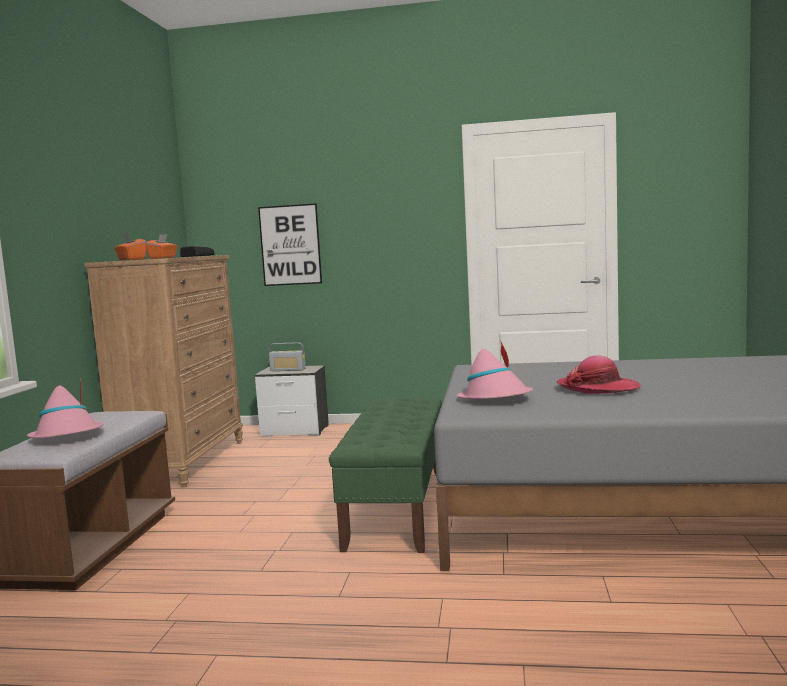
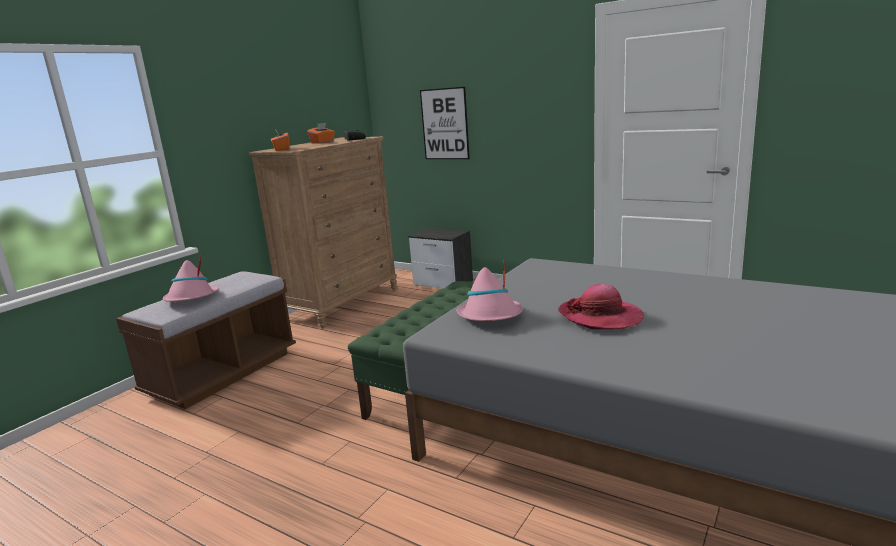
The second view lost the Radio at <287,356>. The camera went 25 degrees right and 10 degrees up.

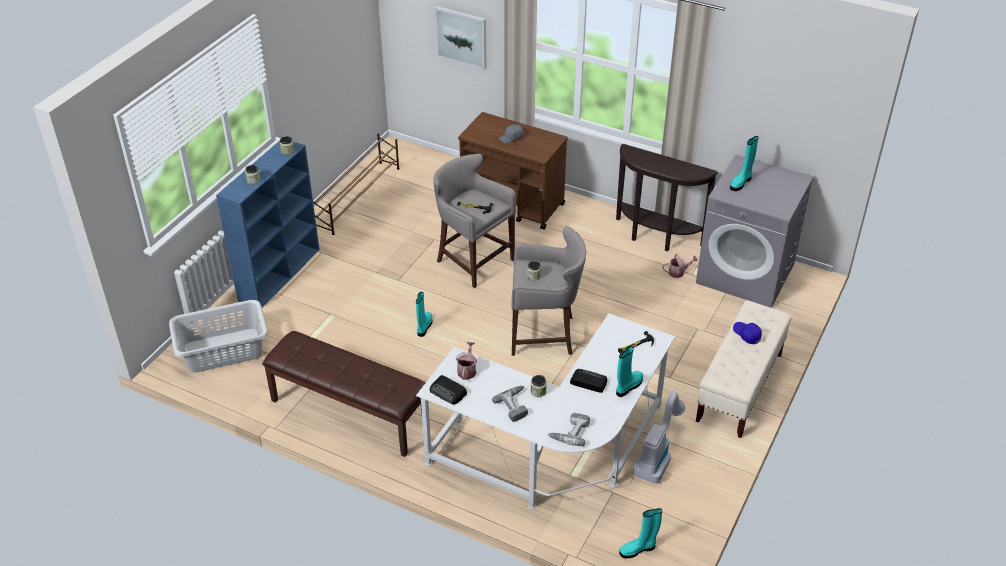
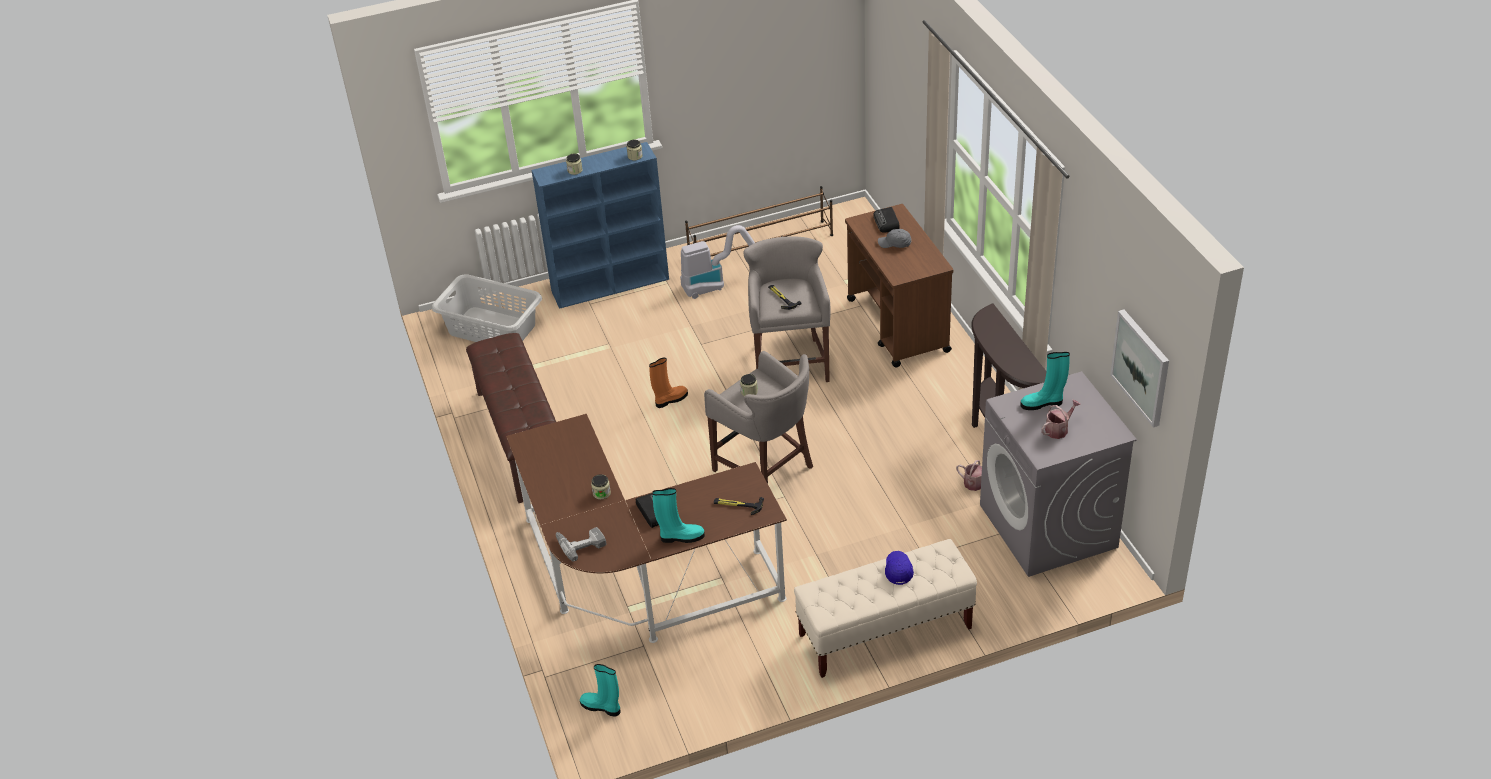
What was the Schreibtisch (weiß) at <545,411> turned into the Schreibtisch (braun) at <646,528>. What was the Stiefel (türkis) at <424,314> turned into the Stiefel (orange) at <668,382>. The Staubsauger ended up elsewhere, having gone from <659,438> to <717,262>. The Radio ended up elsewhere, having gone from <448,390> to <886,220>. The Gießkanne ended up elsewhere, having gone from <466,361> to <1061,419>. The Bild ended up elsewhere, having gone from <460,38> to <1139,368>. The second view lost the Bohrmaschine at <510,404>. The camera went 45 degrees right and 0 degrees up.

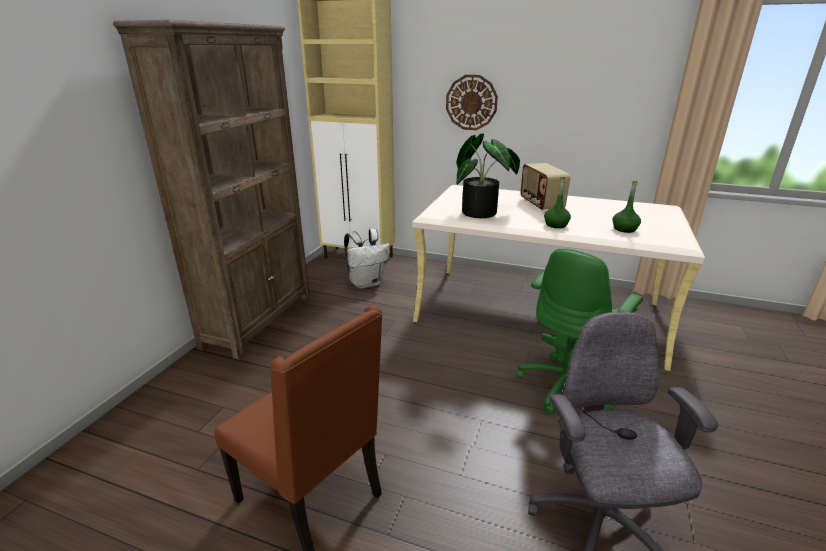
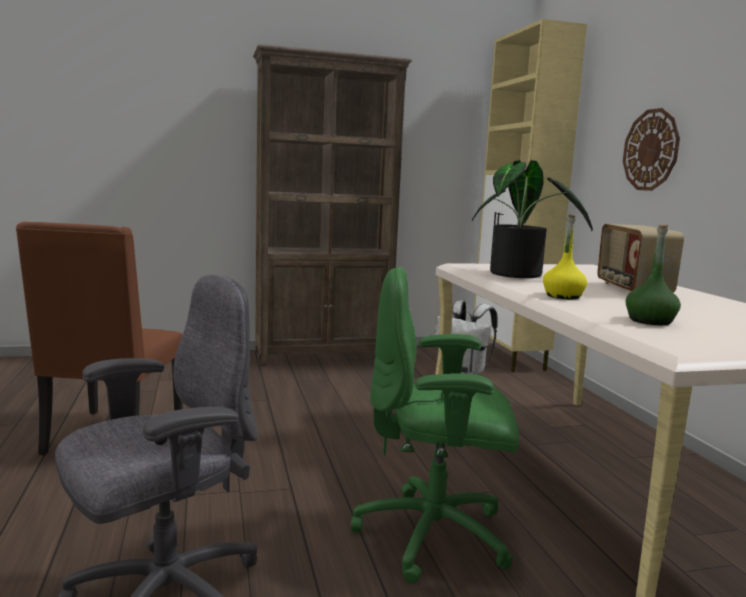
What was the Flasche (grün) at <557,202> turned into the Flasche (gelb) at <565,256>. The Radio at <545,187> ended up facing another way, 45 degrees counterclockwise from before. The camera went 55 degrees right and 15 degrees down.

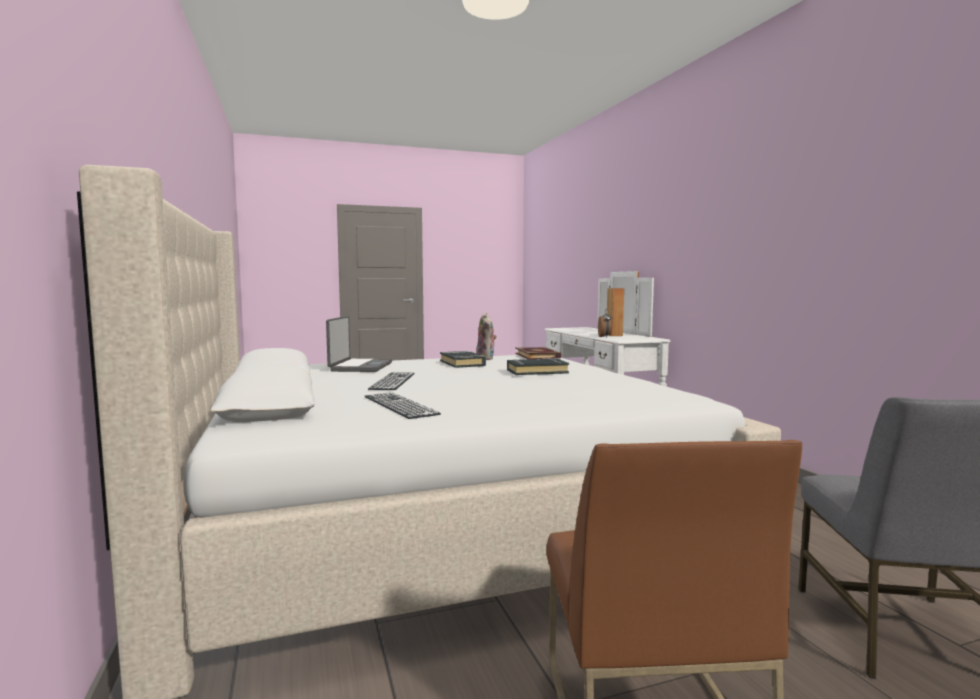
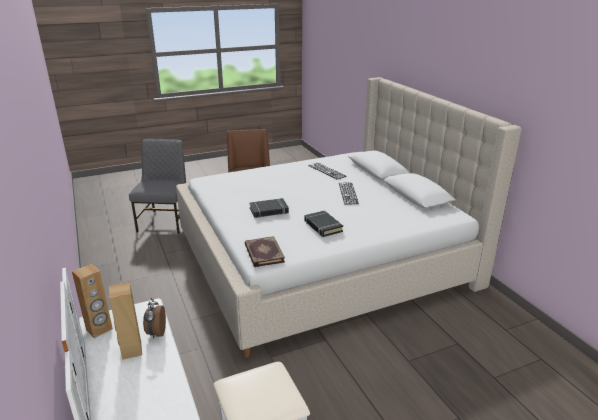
The second view gained the Lautsprecher (braun) at <92,301>. The second view lost the Laptop at <359,344>. The second view lost the Plüschtier at <486,336>. The camera went 175 degrees right and 20 degrees up.

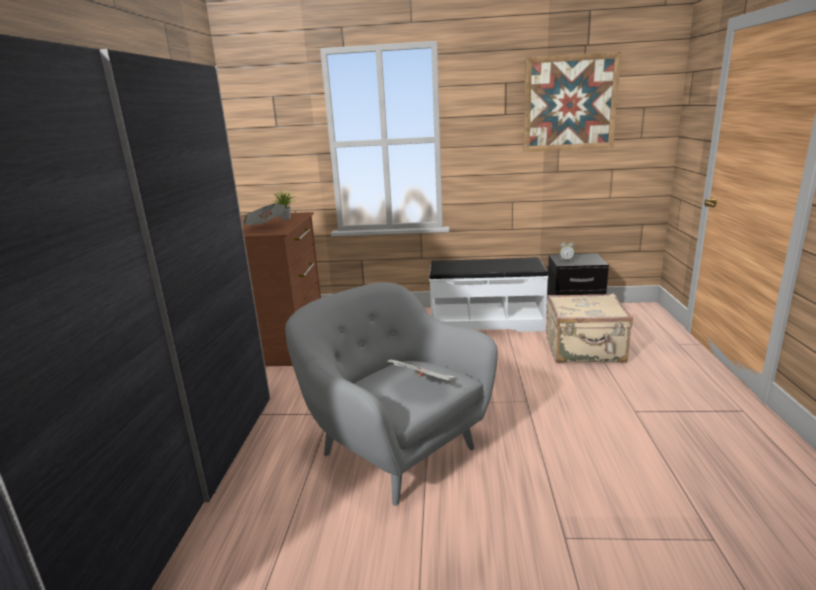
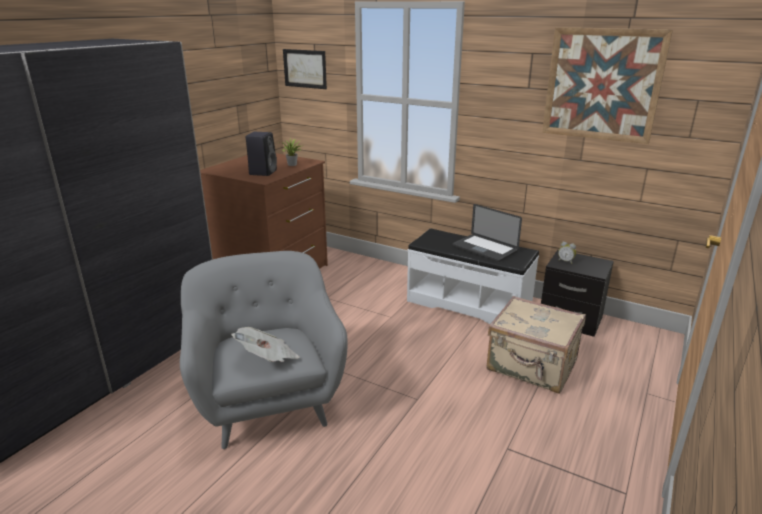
Where the Zeitung stood at <264,214>, the Lautsprecher (schwarz) came to stand at <261,154>. The second view gained the Bild at <305,69>. The second view gained the Laptop at <487,233>. The camera went 25 degrees right and 5 degrees up.

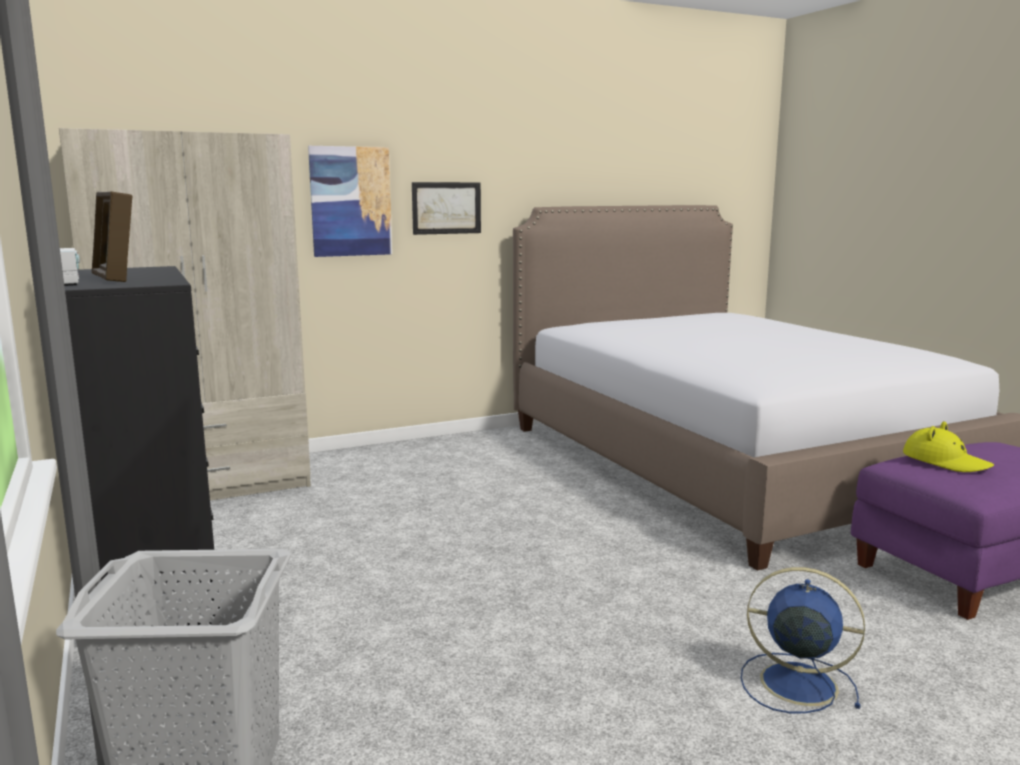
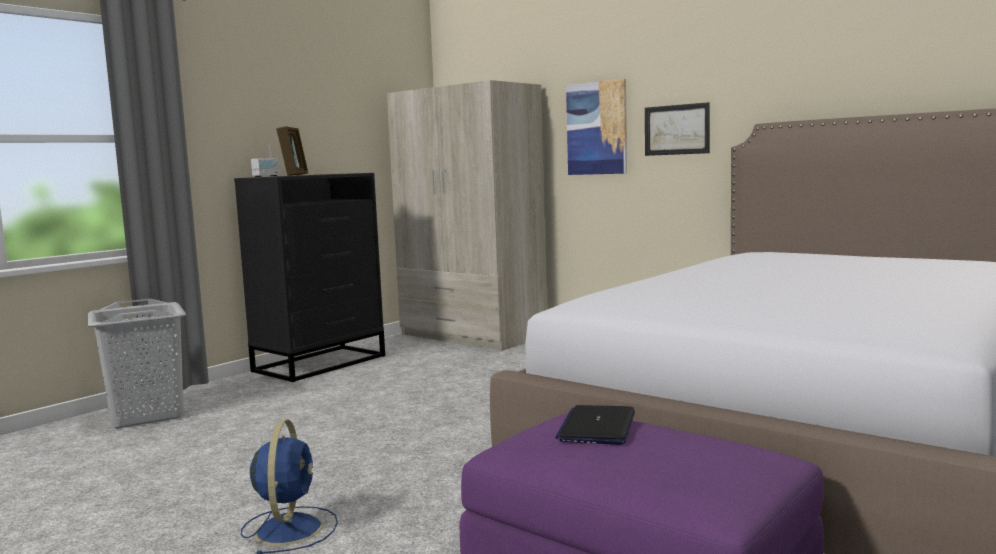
The Bilderrahmen at <111,237> ended up facing another way, 150 degrees clockwise from before. Where the Hut (gelb) stood at <948,446>, the Laptop came to stand at <595,425>. The camera went 65 degrees right and 5 degrees down.

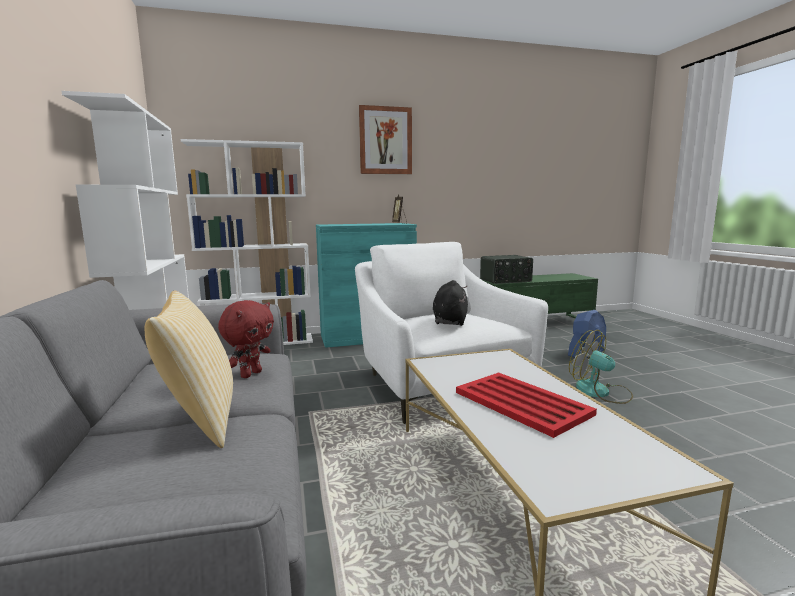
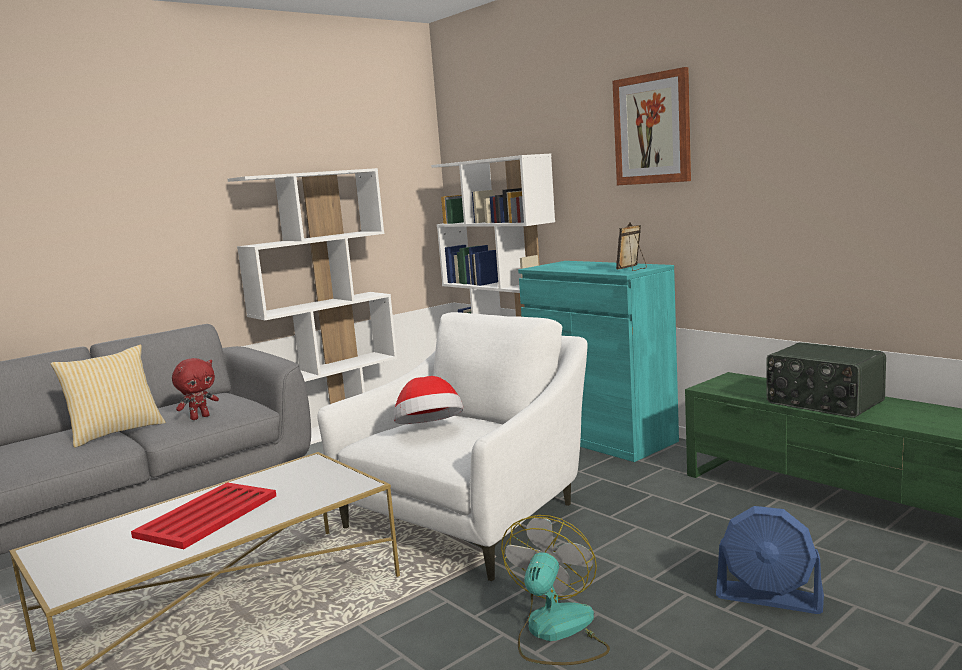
The Plüschtier (rot) at <246,339> ended up facing another way, 45 degrees counterclockwise from before. Where the Plüschtier (schwarz) stood at <450,303>, the Hut came to stand at <429,400>. The camera went 65 degrees right and 0 degrees up.

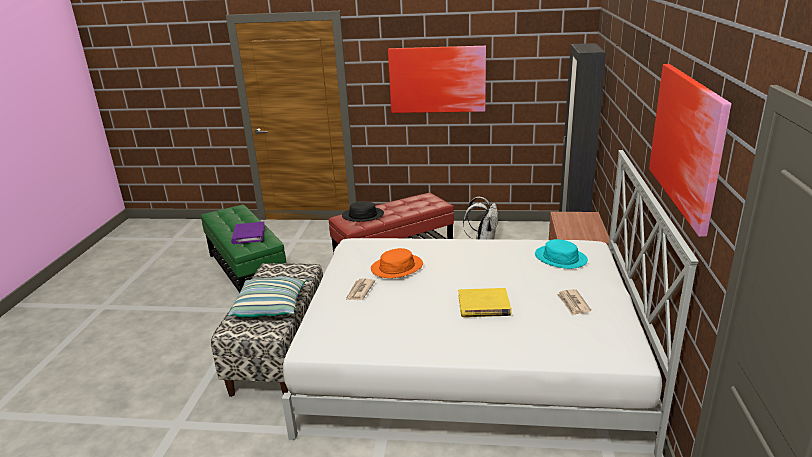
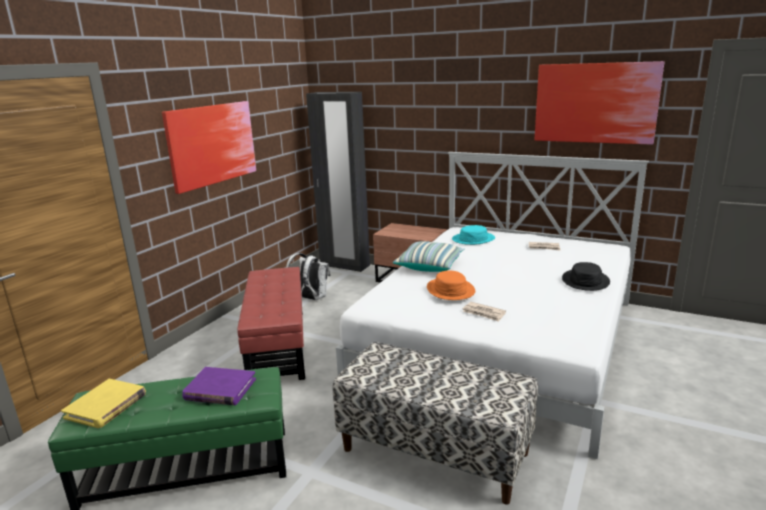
The Buch (gelb) ended up elsewhere, having gone from <485,302> to <103,403>. The Kissen ended up elsewhere, having gone from <267,297> to <428,256>. The Hut (schwarz) ended up elsewhere, having gone from <363,211> to <586,276>. The camera went 70 degrees left and 5 degrees down.

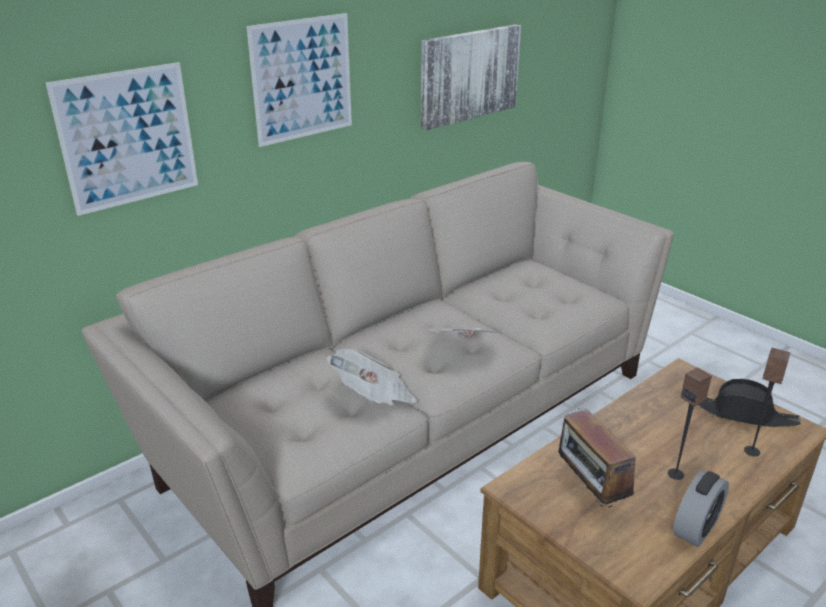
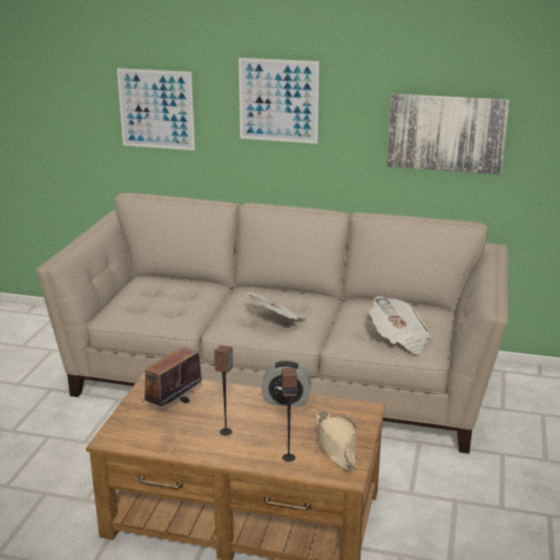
The Wecker ended up elsewhere, having gone from <701,508> to <286,383>. What was the Hut (schwarz) at <749,403> turned into the Hut (beige) at <336,441>. The Zeitung ended up elsewhere, having gone from <371,377> to <400,325>. The camera went 55 degrees right and 5 degrees down.

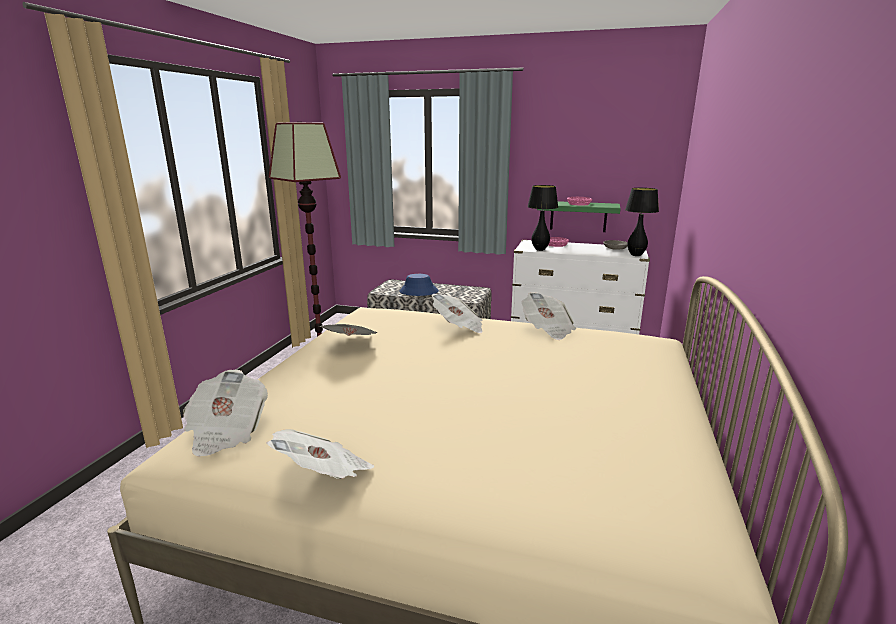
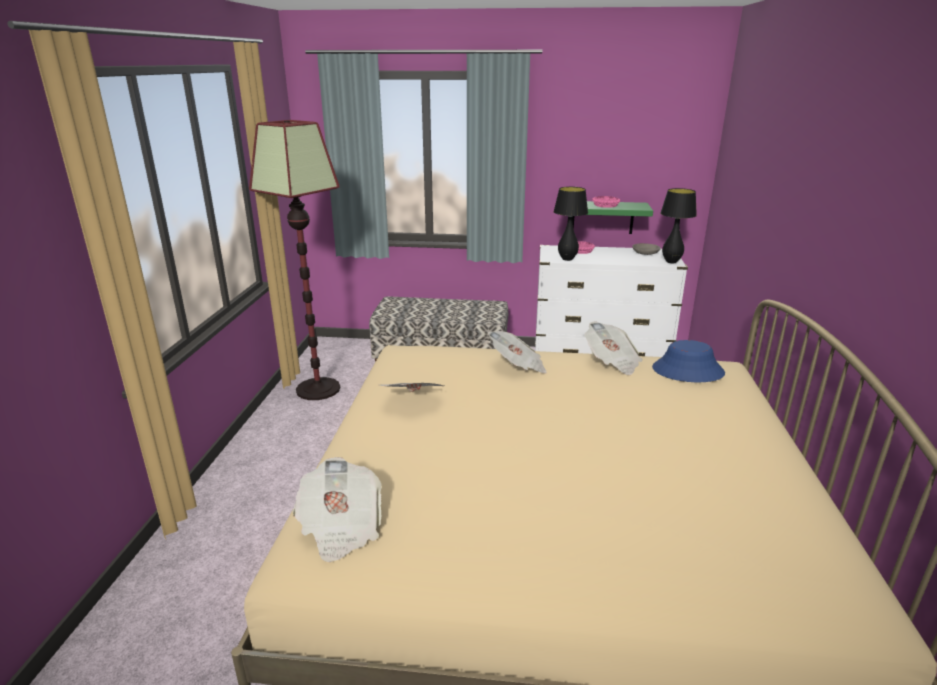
The Hut (blau) ended up elsewhere, having gone from <419,285> to <688,361>. The second view lost the Zeitung at <320,454>. The camera went 10 degrees left and 5 degrees up.

